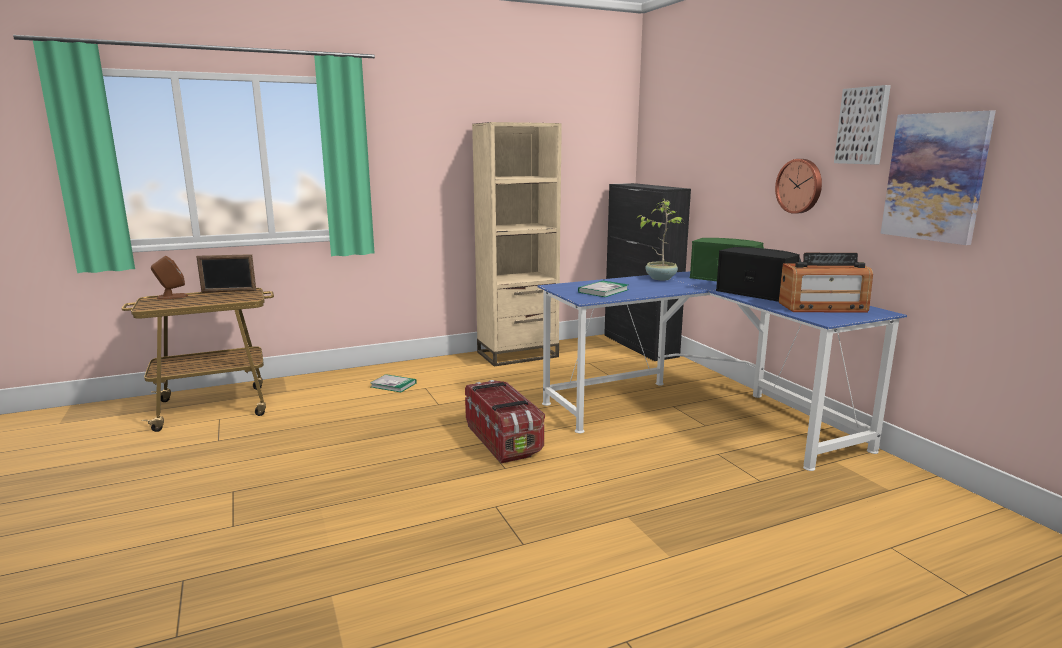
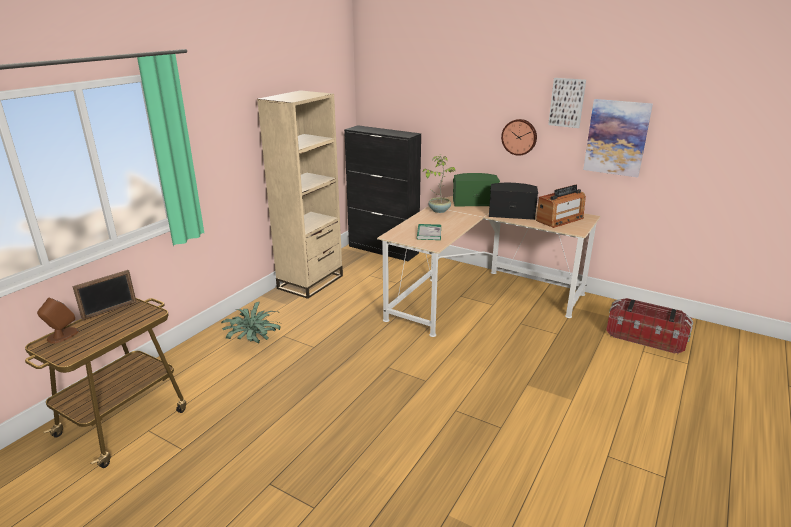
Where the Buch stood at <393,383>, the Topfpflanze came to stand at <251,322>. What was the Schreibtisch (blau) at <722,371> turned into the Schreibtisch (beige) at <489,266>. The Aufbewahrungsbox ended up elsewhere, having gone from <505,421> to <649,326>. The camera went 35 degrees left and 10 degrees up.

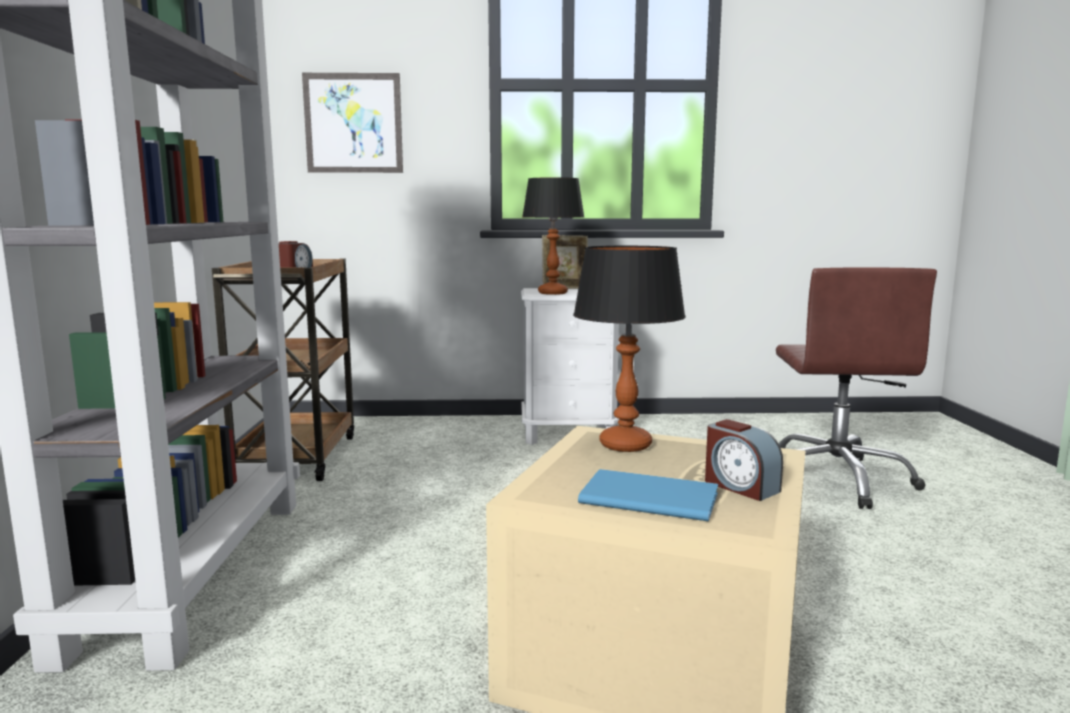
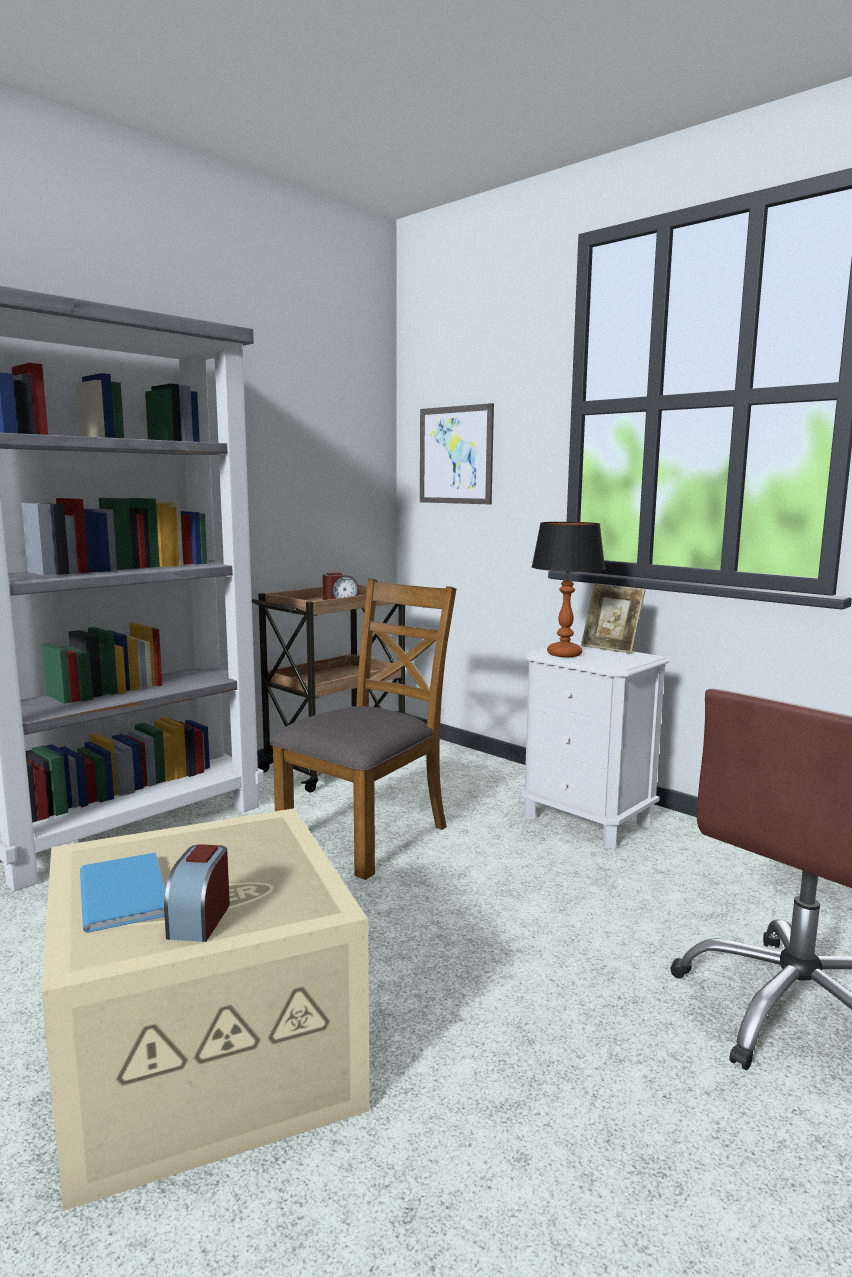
The second view gained the Stuhl (braun) at <363,729>. The second view lost the Tischlampe at <629,349>. The camera went 45 degrees right and 0 degrees up.

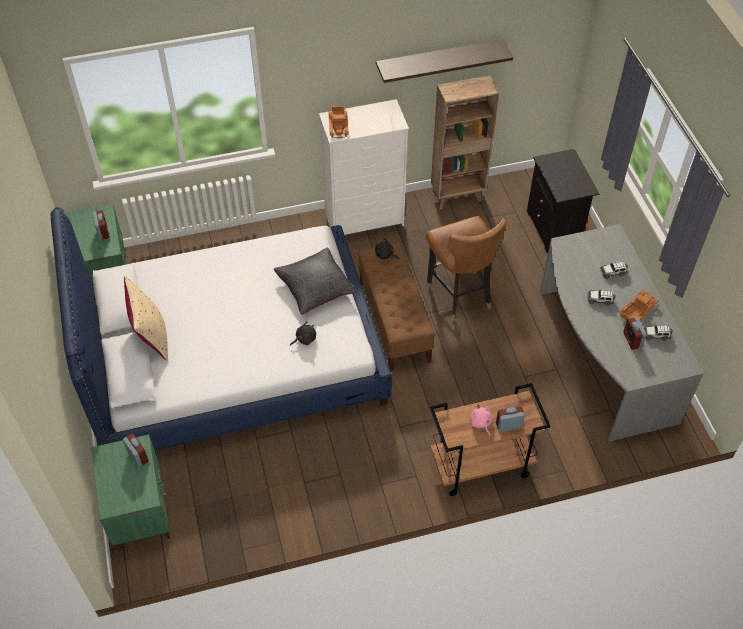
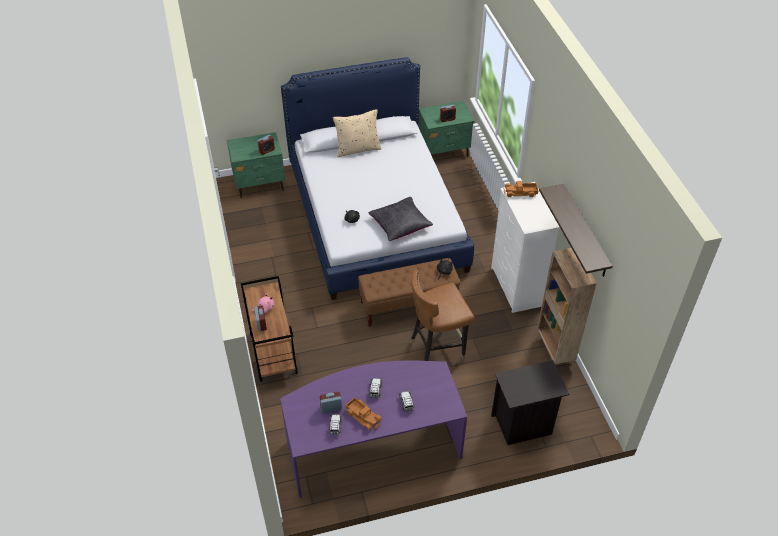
What was the Schreibtisch (grau) at <622,333> turned into the Schreibtisch (lila) at <373,429>. The camera went 90 degrees right and 5 degrees down.

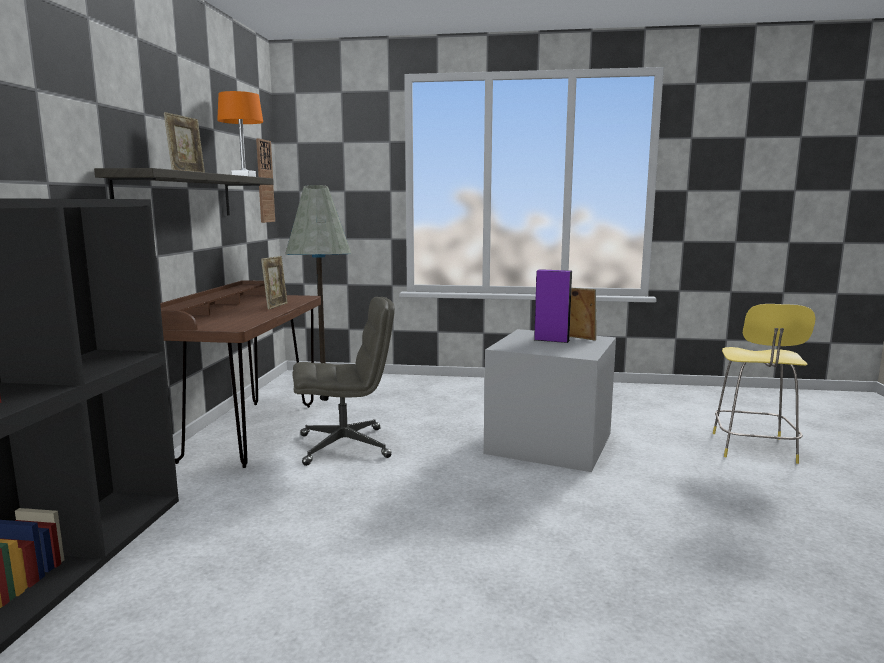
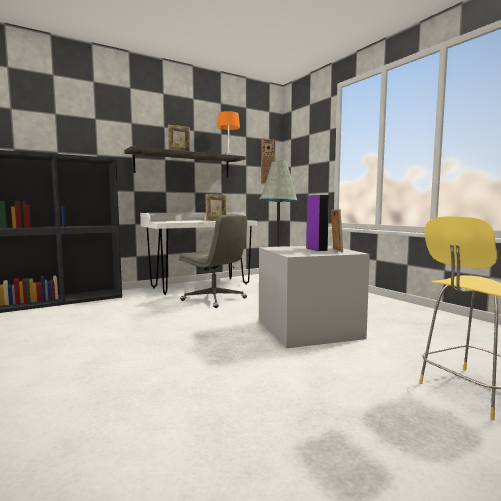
What was the Schreibtisch (braun) at <240,374> turned into the Schreibtisch (weiß) at <198,253>. The camera went 50 degrees right and 5 degrees down.

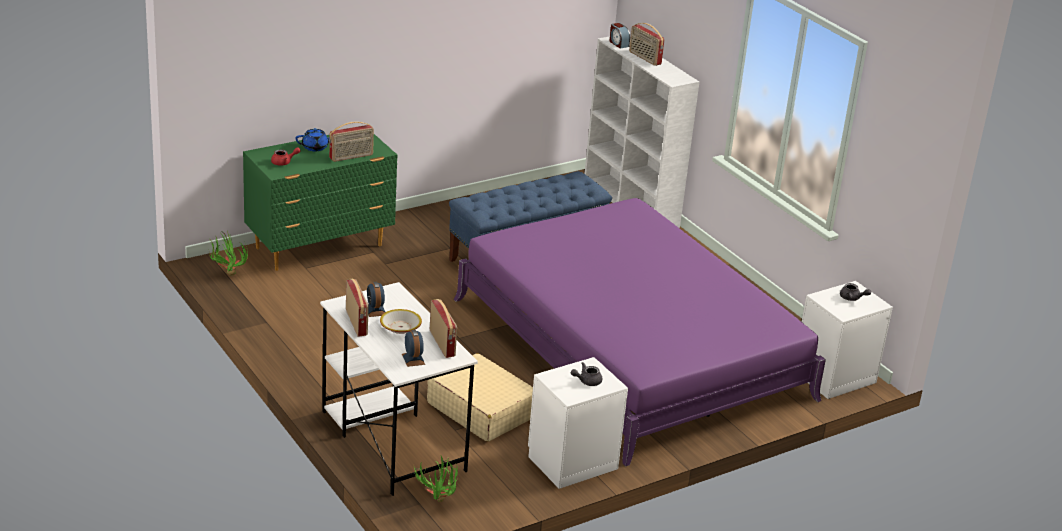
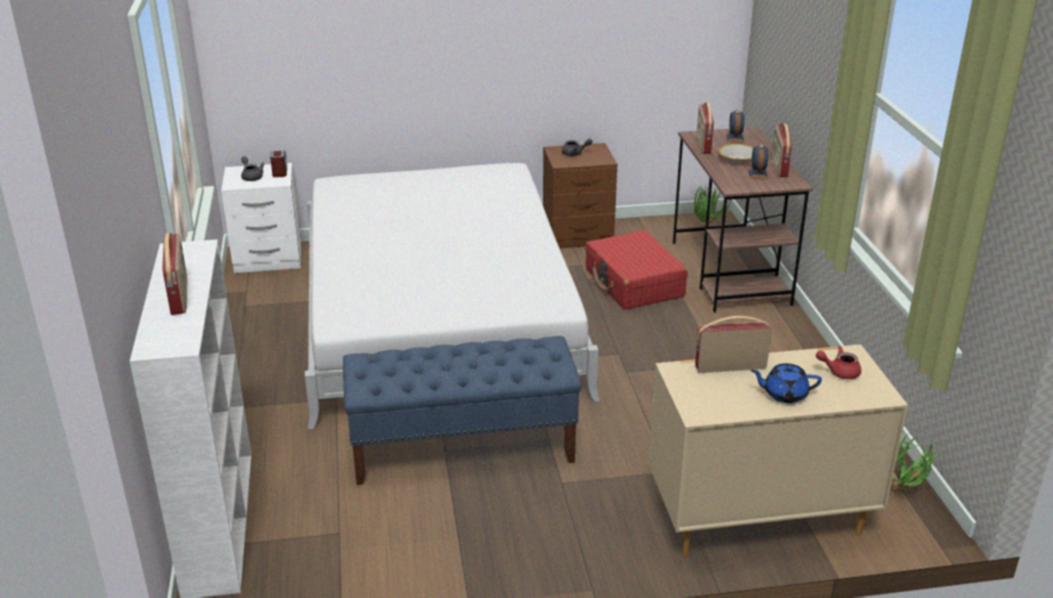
The Wecker ended up elsewhere, having gone from <619,36> to <278,164>. What was the Bett (lila) at <640,332> turned into the Bett (weiß) at <452,296>. What was the Nachttisch (weiß) at <578,423> turned into the Nachttisch (braun) at <580,195>. What was the Koffer (beige) at <480,397> turned into the Koffer (rot) at <636,270>. What was the Kommode (grün) at <320,202> turned into the Kommode (beige) at <778,450>. What was the Schreibtisch (weiß) at <399,389> turned into the Schreibtisch (braun) at <743,220>. The camera went 155 degrees left and 0 degrees up.

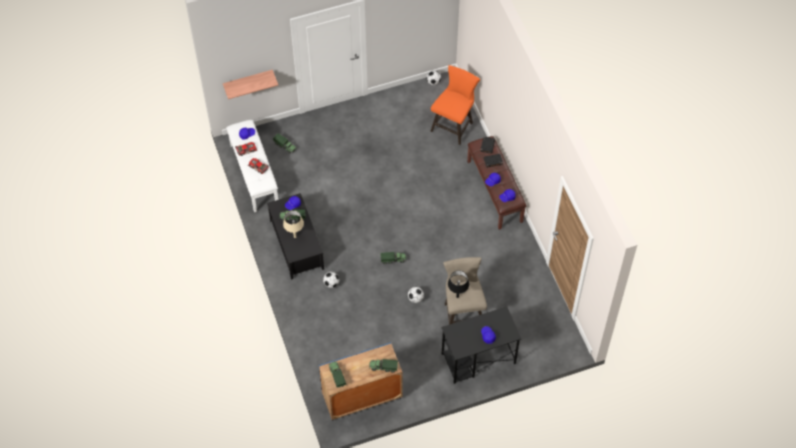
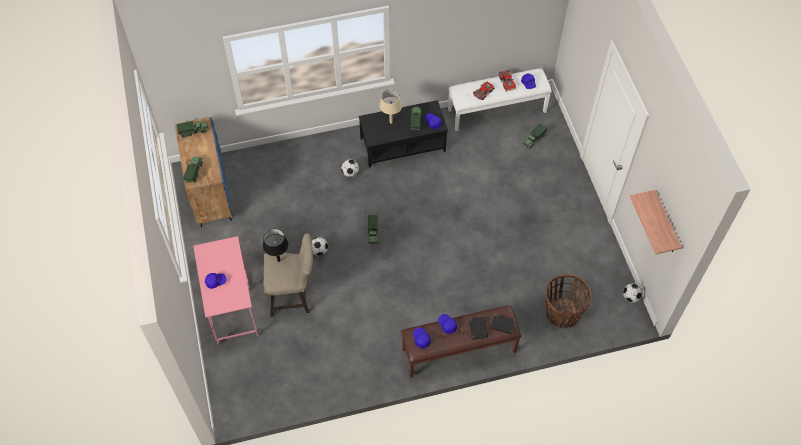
What was the Schreibtisch (schwarz) at <481,345> turned into the Schreibtisch (rosa) at <225,290>. Where the Hocker (orange) stood at <455,105>, the Korb came to stand at <568,301>. The Wandregal ended up elsewhere, having gone from <250,84> to <656,222>. The camera went 95 degrees right and 0 degrees up.

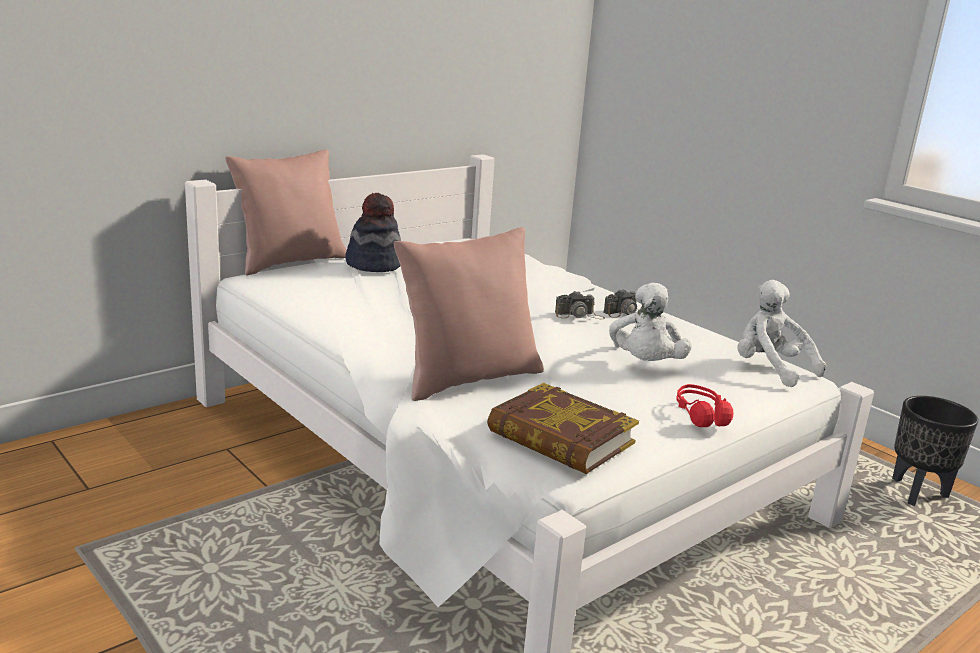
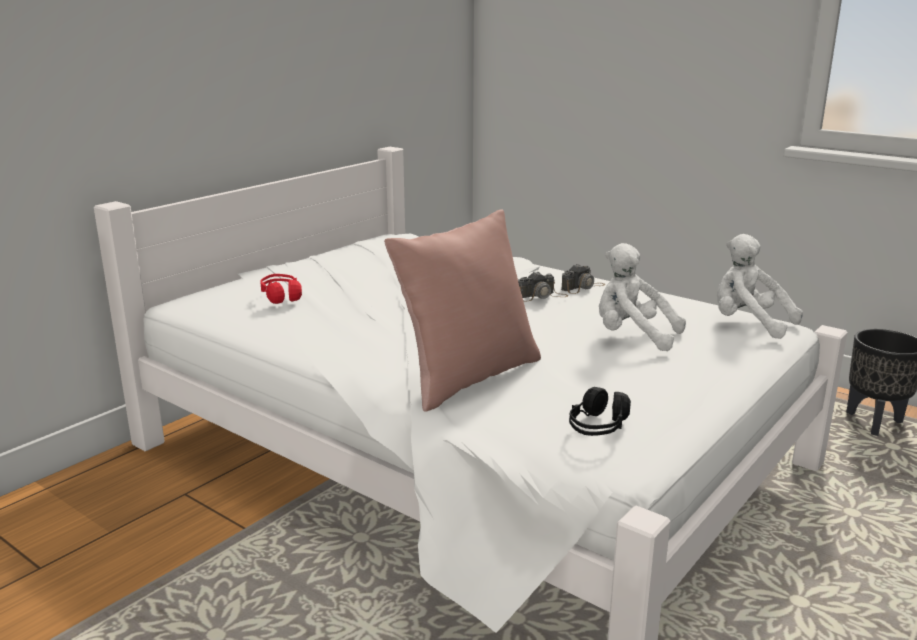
The Kopfhörer (rot) ended up elsewhere, having gone from <704,405> to <281,289>. Where the Buch stood at <563,428>, the Kopfhörer (schwarz) came to stand at <600,411>. The Plüschtier (weiß) at <650,322> ended up facing another way, 120 degrees clockwise from before. The second view lost the Kissen (rosa) at <286,212>. The second view lost the Hut at <373,232>. The camera went 10 degrees left and 0 degrees up.

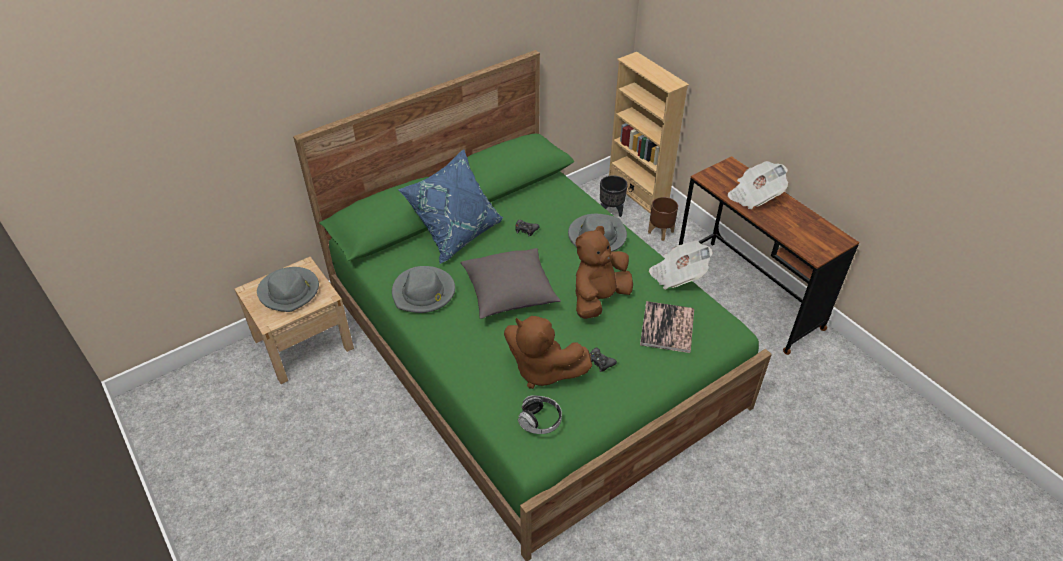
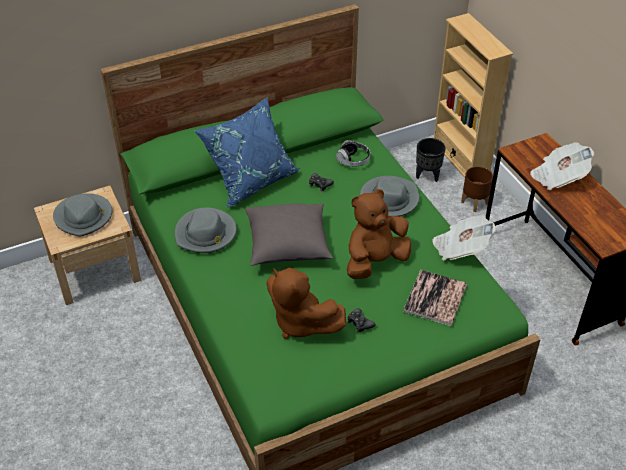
The Kopfhörer ended up elsewhere, having gone from <540,414> to <353,153>. The camera went 10 degrees right and 0 degrees up.

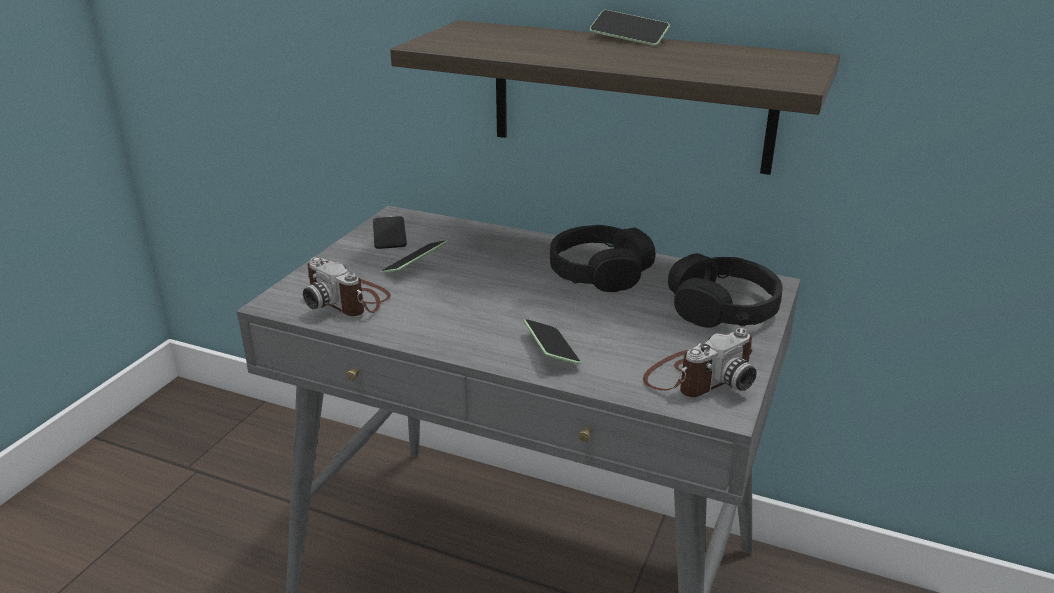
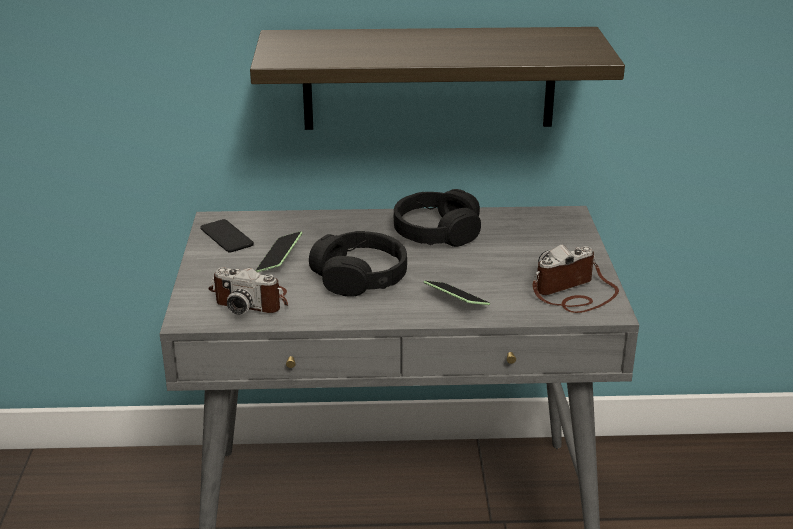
The Kopfhörer (schwarz) ended up elsewhere, having gone from <725,290> to <358,264>. The Kamera at <700,362> ended up facing another way, 150 degrees counterclockwise from before. The second view lost the Handy at <629,28>. The camera went 25 degrees left and 0 degrees up.

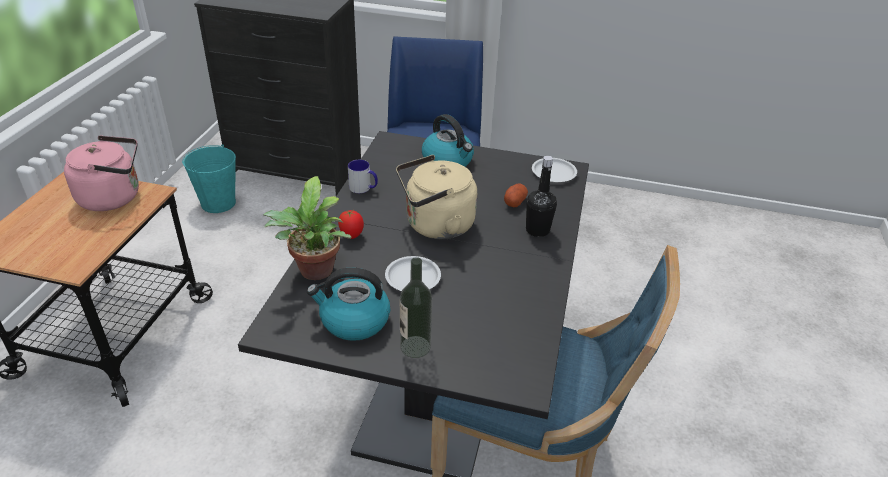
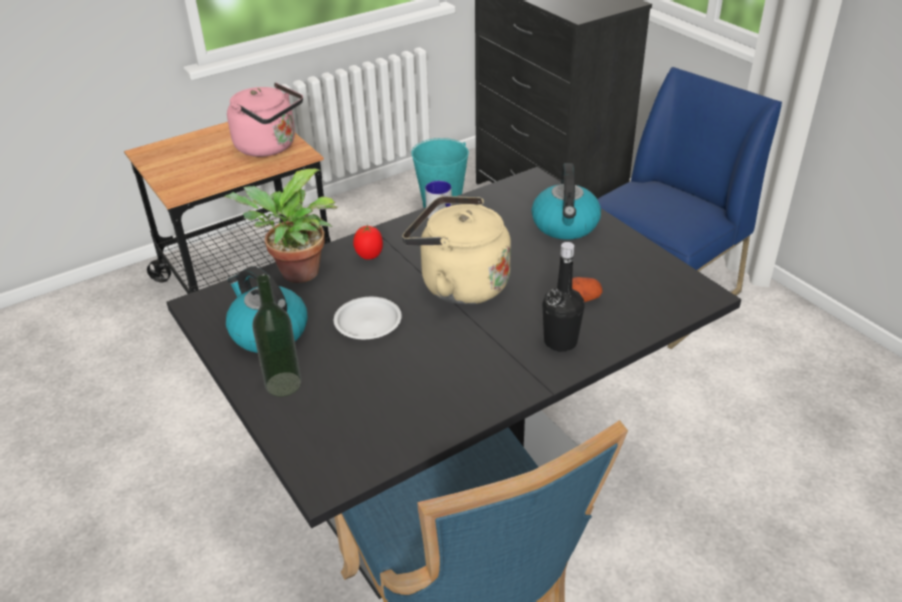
The second view lost the Teller (weiß) at <554,170>. The camera went 45 degrees right and 0 degrees up.

